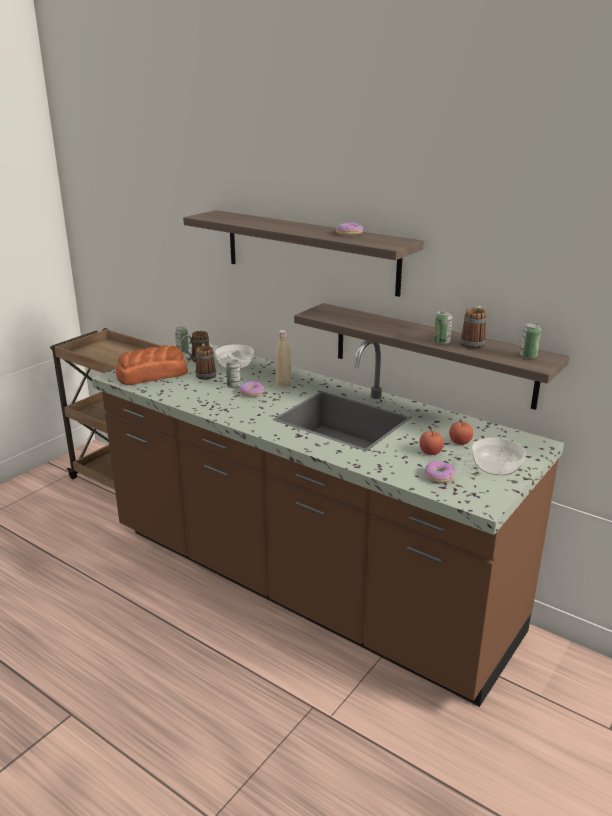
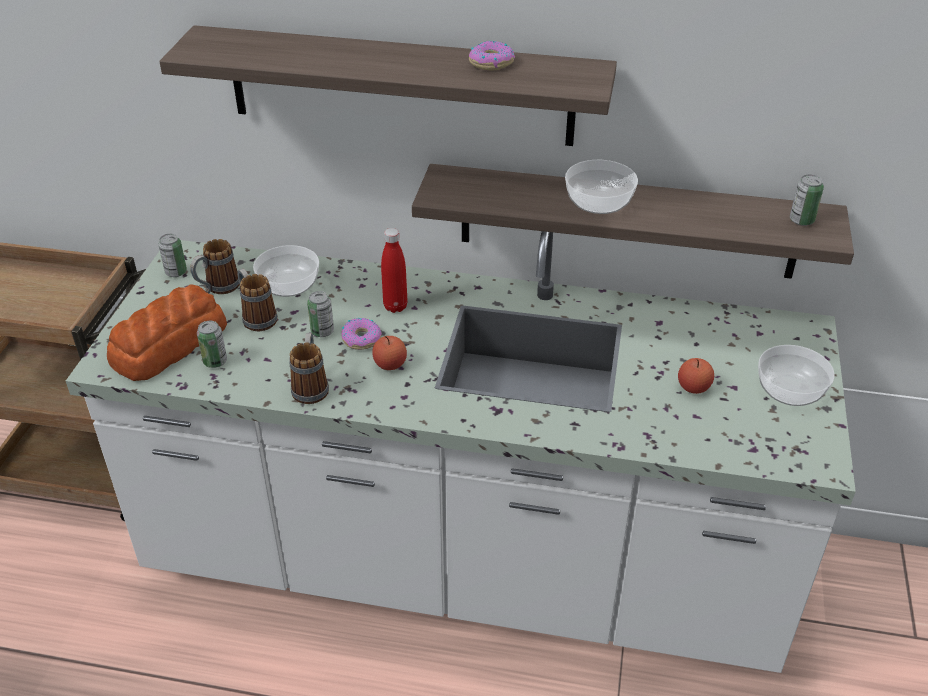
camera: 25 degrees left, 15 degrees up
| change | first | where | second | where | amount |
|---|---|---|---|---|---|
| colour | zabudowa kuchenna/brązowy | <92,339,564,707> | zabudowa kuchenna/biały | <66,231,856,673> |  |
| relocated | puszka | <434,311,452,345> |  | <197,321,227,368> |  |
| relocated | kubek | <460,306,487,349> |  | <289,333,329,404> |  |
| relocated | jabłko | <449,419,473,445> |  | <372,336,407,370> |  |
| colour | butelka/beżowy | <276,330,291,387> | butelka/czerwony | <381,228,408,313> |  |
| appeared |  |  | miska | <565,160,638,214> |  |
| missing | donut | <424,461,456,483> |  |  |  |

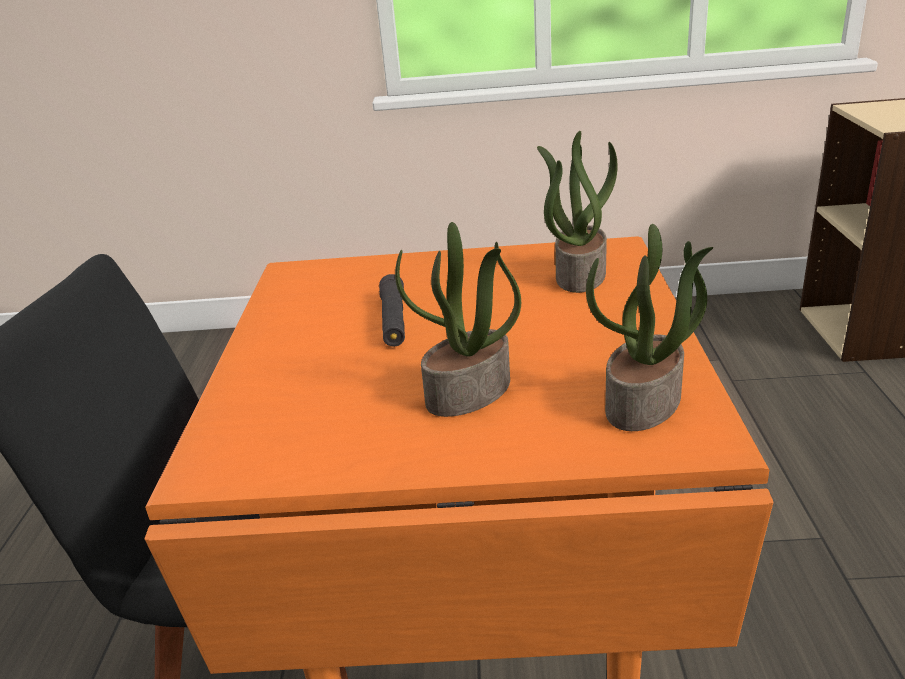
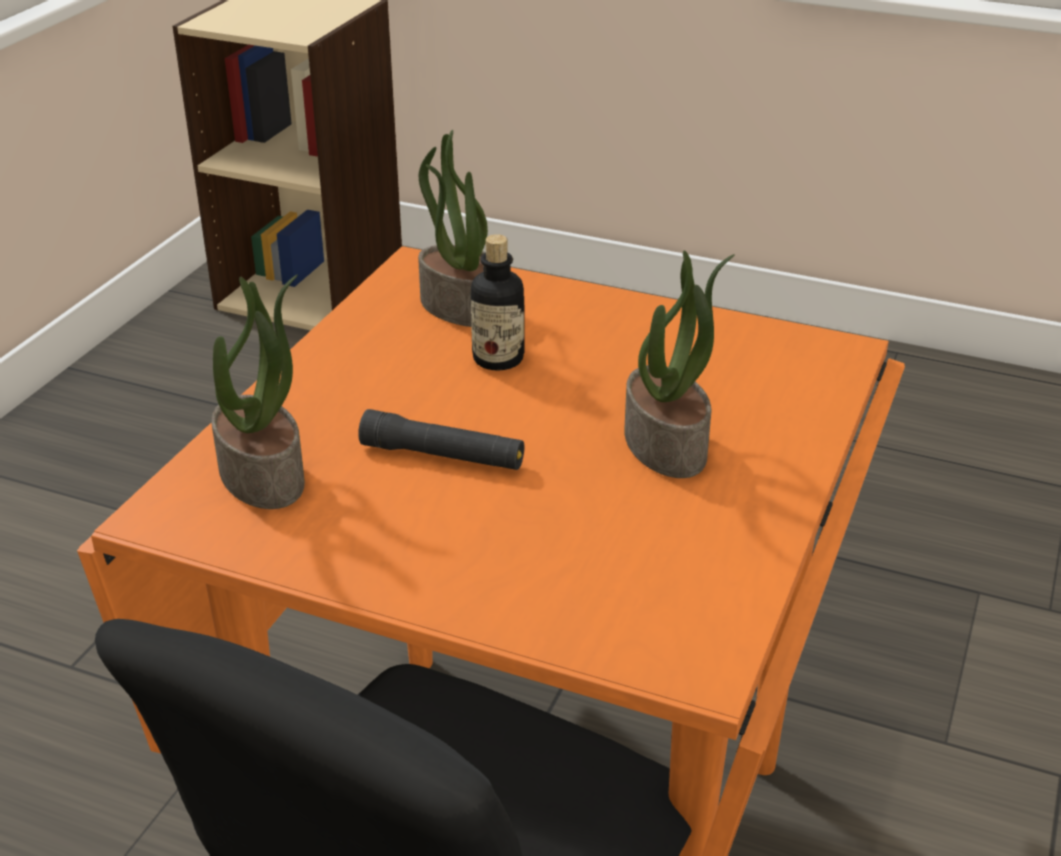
camera: 70 degrees left, 5 degrees up
| change | first | where | second | where | amount |
|---|---|---|---|---|---|
| relocated | roślina doniczkowa | <586,224,713,431> |  | <211,274,305,509> |  |
| appeared |  |  | butelka | <470,234,525,371> |  |

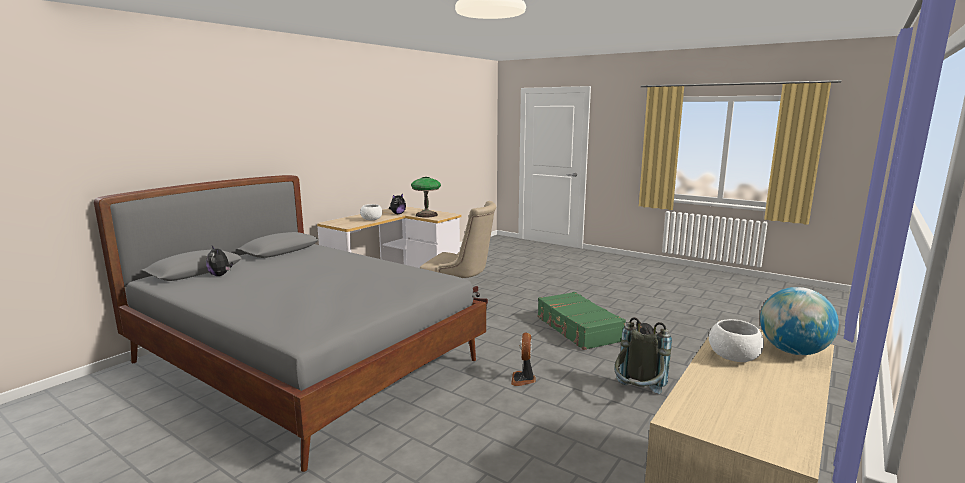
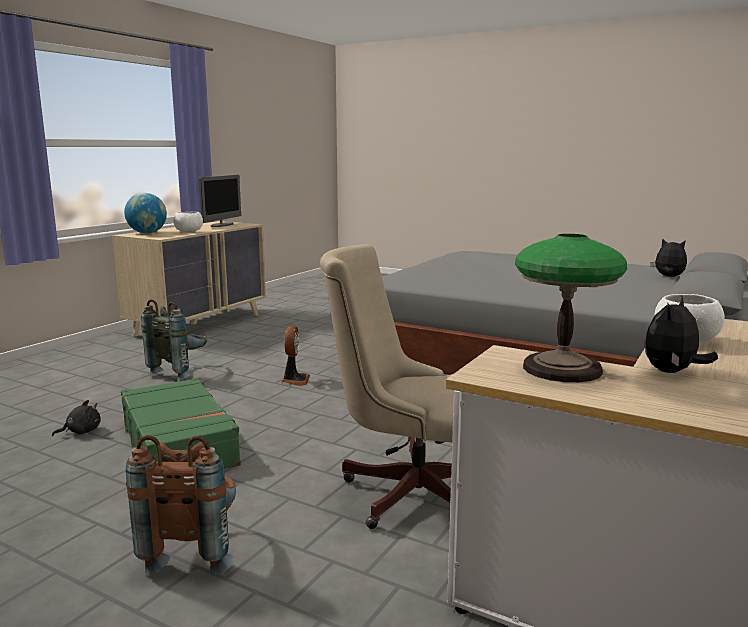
camera: 175 degrees right, 0 degrees up
| change | first | where | second | where | amount |
|---|---|---|---|---|---|
| appeared |  |  | plecak/brązowy | <126,435,236,576> |  |
| appeared |  |  | monitor | <199,175,241,227> |  |

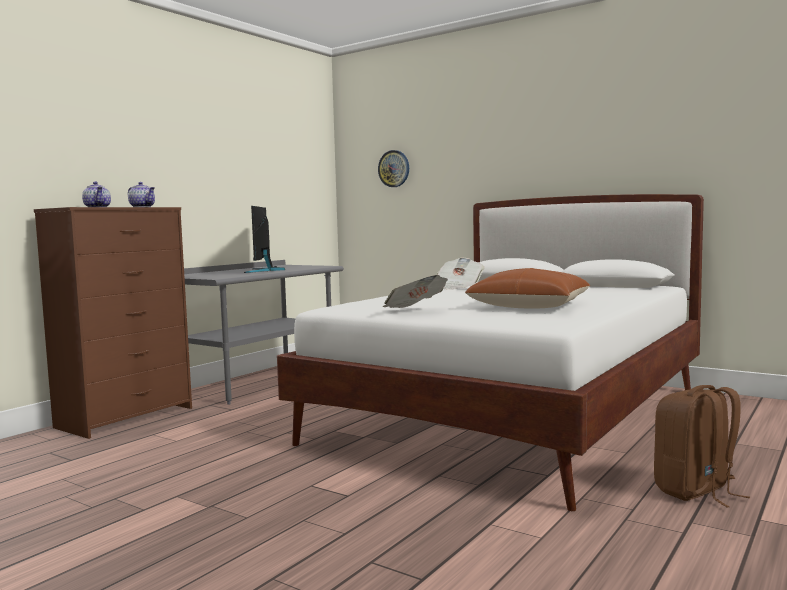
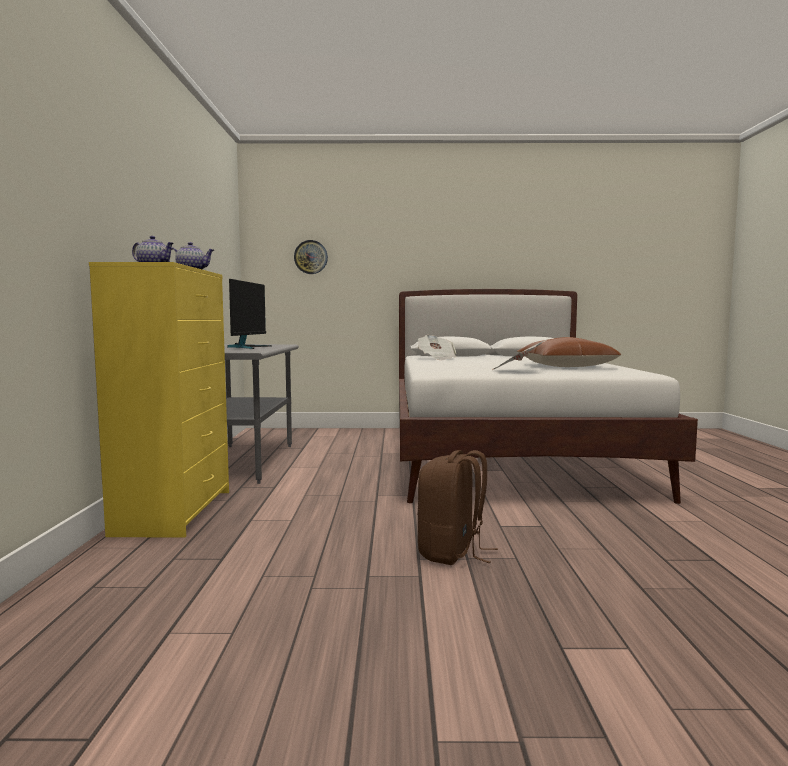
camera: 35 degrees left, 0 degrees up
| change | first | where | second | where | amount |
|---|---|---|---|---|---|
| colour | komoda/brązowy | <34,207,192,439> | komoda/żółty | <89,262,229,537> |  |
| spun | monitor | <244,206,285,273> |  | <227,279,272,349> | 135 degrees counterclockwise |
| relocated | plecak/brązowy | <654,385,750,507> |  | <417,450,498,565> |  |

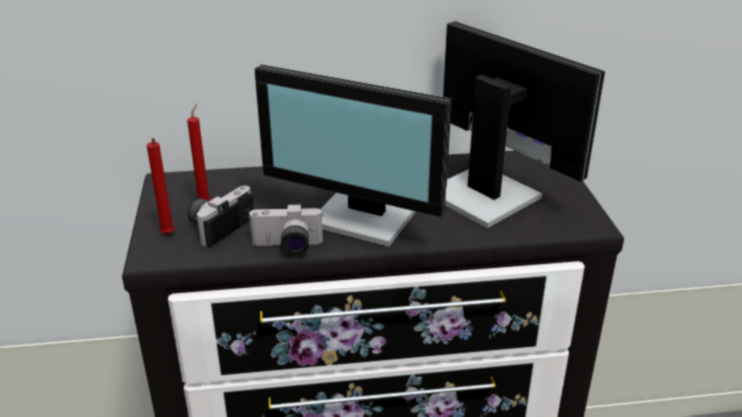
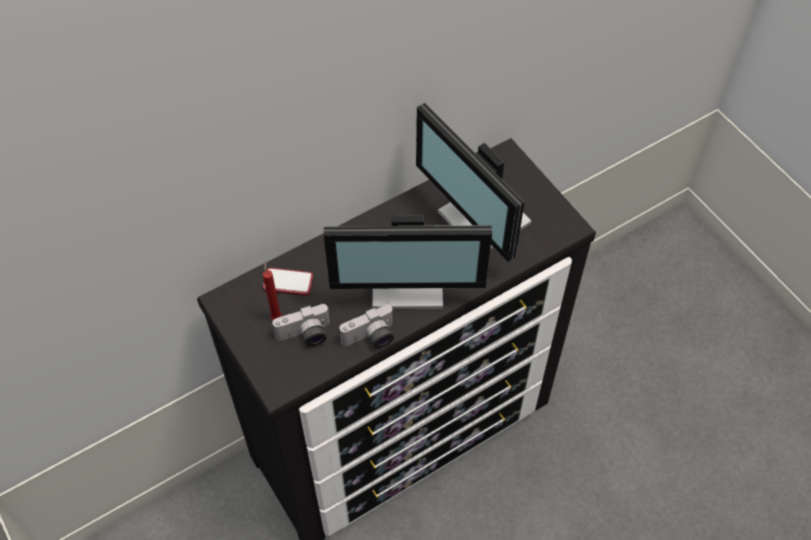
camera: 25 degrees left, 25 degrees up
| change | first | where | second | where | amount |
|---|---|---|---|---|---|
| appeared |  |  | telefon | <263,268,313,296> |  |
| spun | aparat fotograficzny | <188,186,254,247> |  | <272,304,330,346> | 120 degrees counterclockwise |
| spun | monitor | <443,21,605,228> |  | <416,103,532,262> | 150 degrees counterclockwise |
| missing | świeca/czerwony | <147,138,174,234> |  |  |  |

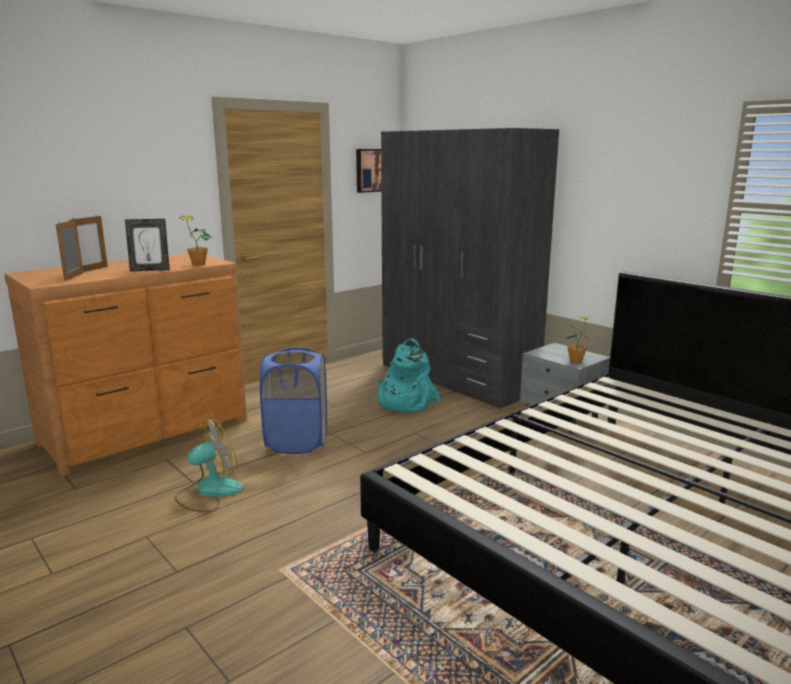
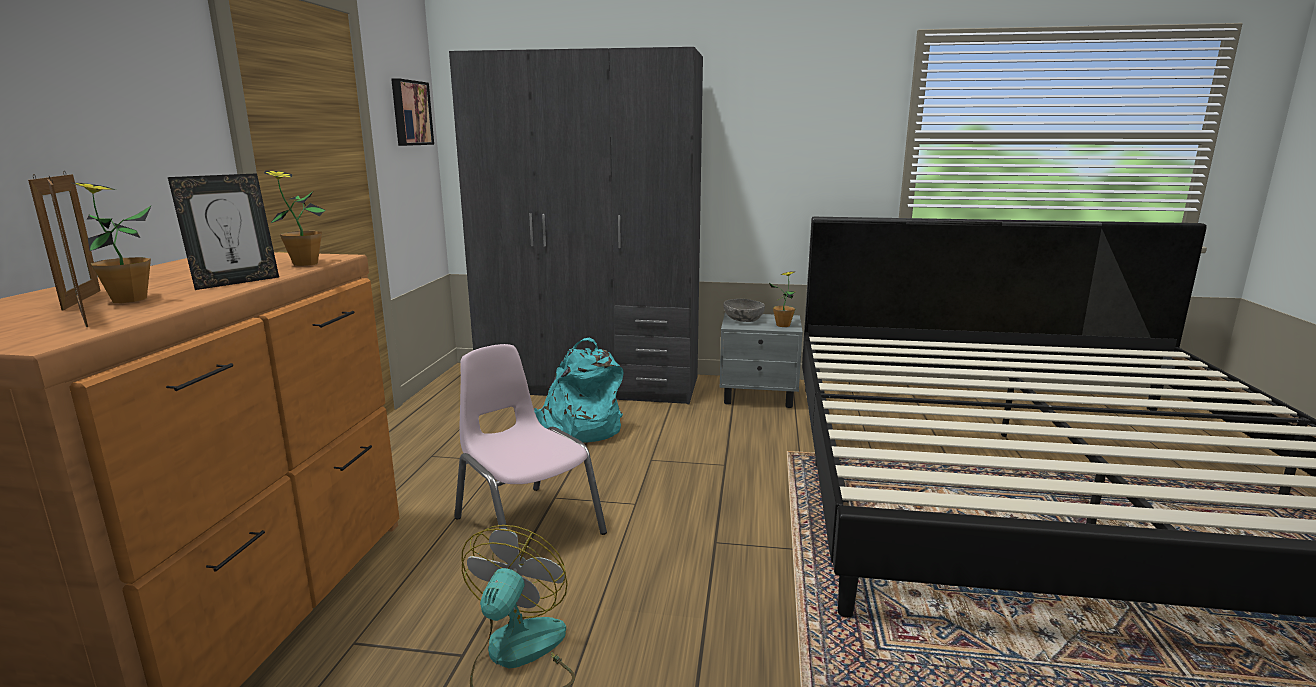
camera: 40 degrees left, 0 degrees up
| change | first | where | second | where | amount |
|---|---|---|---|---|---|
| appeared |  |  | roślina doniczkowa | <72,183,151,303> |  |
| exchanged | kosz na pranie/niebieski | <260,348,327,454> | krzesło/różowy | <454,344,607,535> |  |
| appeared |  |  | miska/szary | <723,299,765,322> |  |

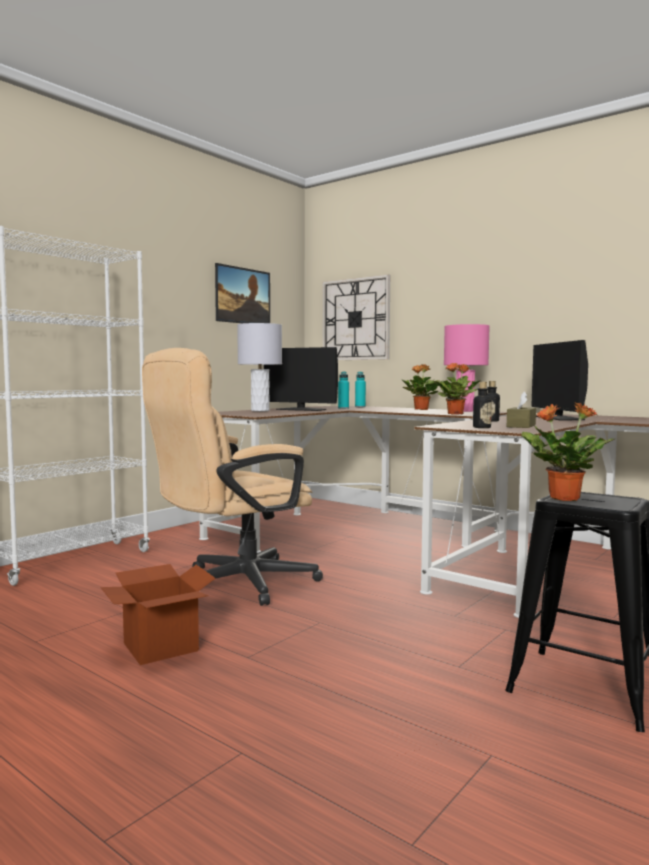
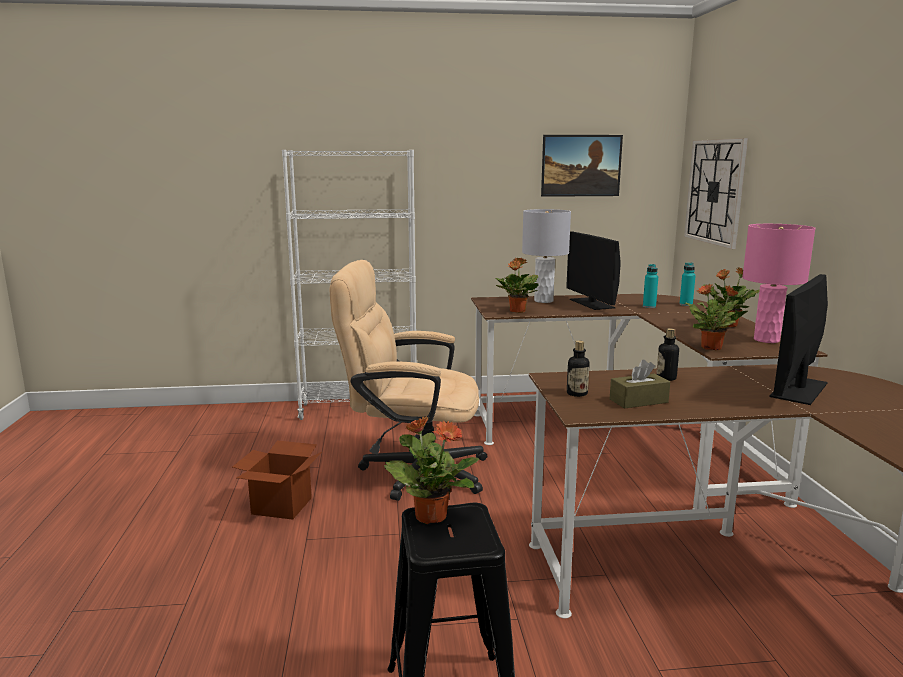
camera: 45 degrees right, 10 degrees up
| change | first | where | second | where | amount |
|---|---|---|---|---|---|
| appeared |  |  | roślina doniczkowa | <496,257,539,313> |  |

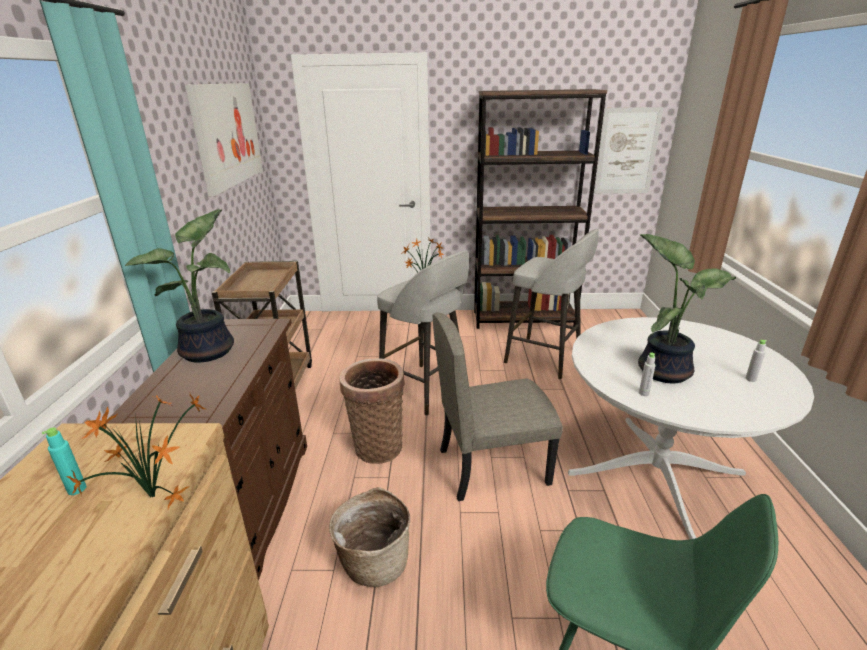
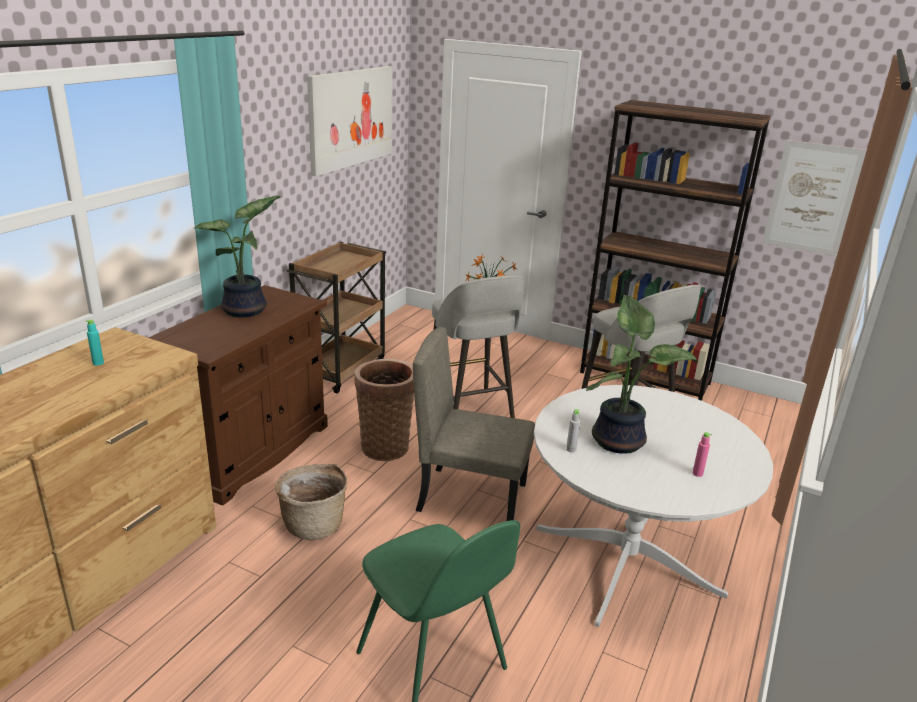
camera: 25 degrees right, 0 degrees up
| change | first | where | second | where | amount |
|---|---|---|---|---|---|
| colour | butelka/szary | <745,340,767,382> | butelka/różowy | <692,432,712,477> |  |
| missing | roślina doniczkowa | <66,394,206,509> |  |  |  |

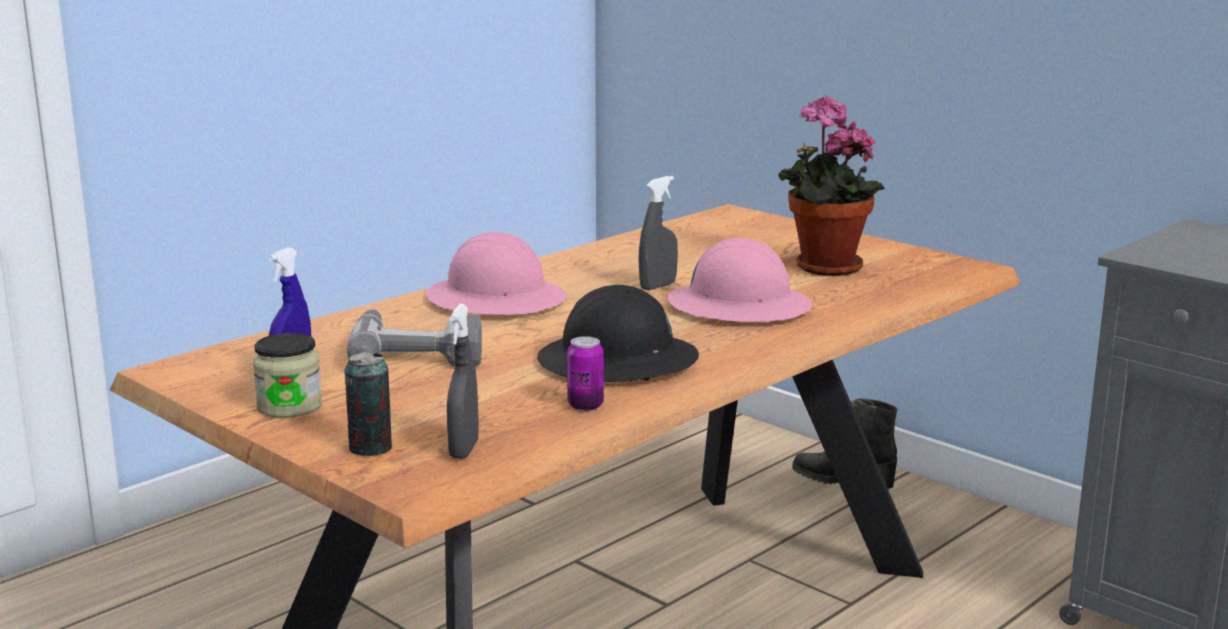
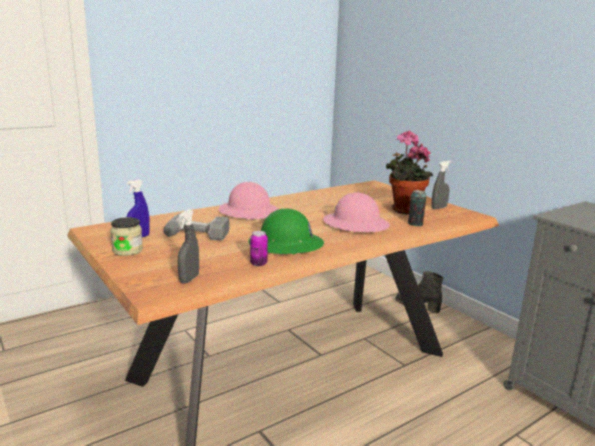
camera: 10 degrees right, 0 degrees up
| change | first | where | second | where | amount |
|---|---|---|---|---|---|
| colour | kask/czarny | <537,285,699,382> | kask/zielony | <249,208,324,254> |  |
| relocated | puszka | <344,352,392,456> |  | <408,190,426,226> |  |
| relocated | spryskiwacz/szary | <638,176,678,290> |  | <432,161,451,209> |  |

